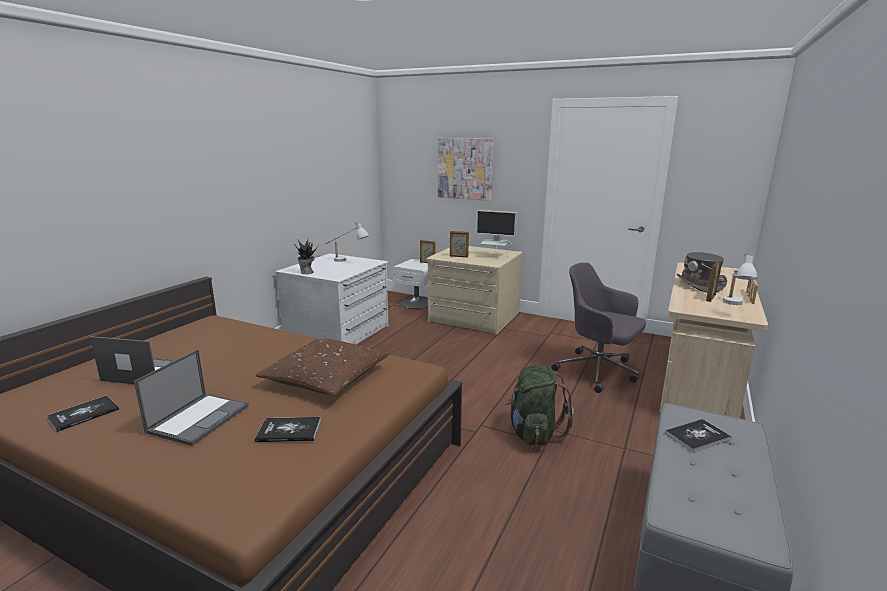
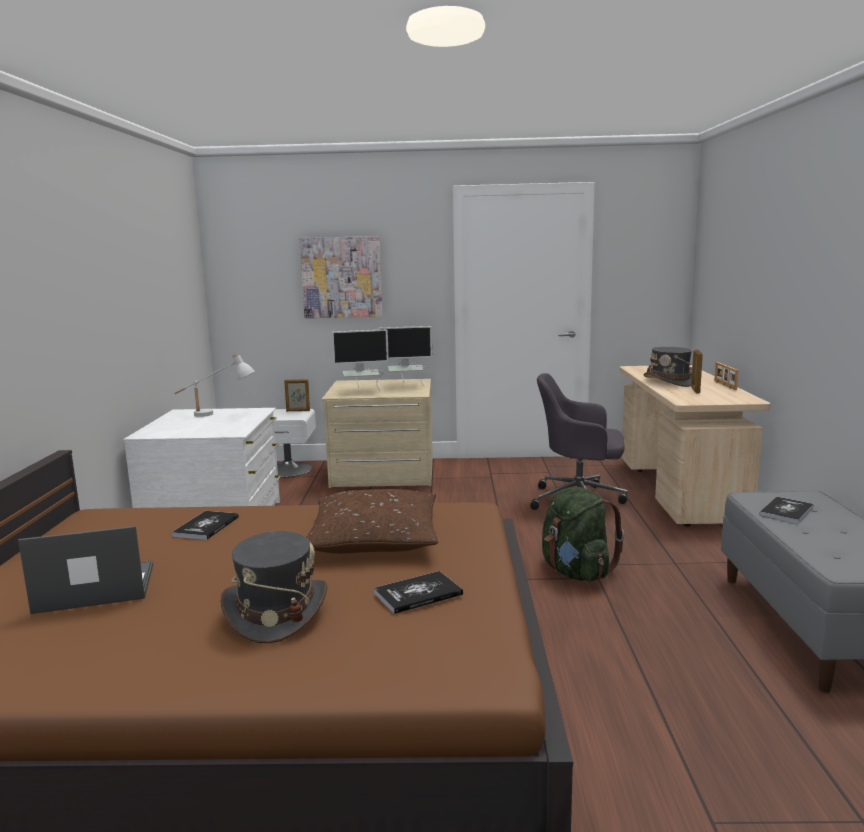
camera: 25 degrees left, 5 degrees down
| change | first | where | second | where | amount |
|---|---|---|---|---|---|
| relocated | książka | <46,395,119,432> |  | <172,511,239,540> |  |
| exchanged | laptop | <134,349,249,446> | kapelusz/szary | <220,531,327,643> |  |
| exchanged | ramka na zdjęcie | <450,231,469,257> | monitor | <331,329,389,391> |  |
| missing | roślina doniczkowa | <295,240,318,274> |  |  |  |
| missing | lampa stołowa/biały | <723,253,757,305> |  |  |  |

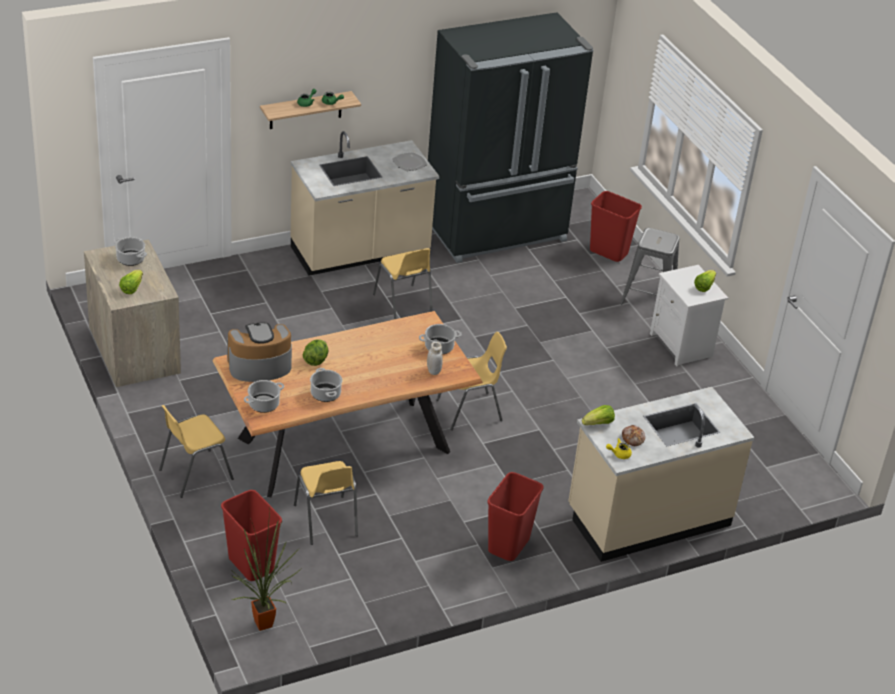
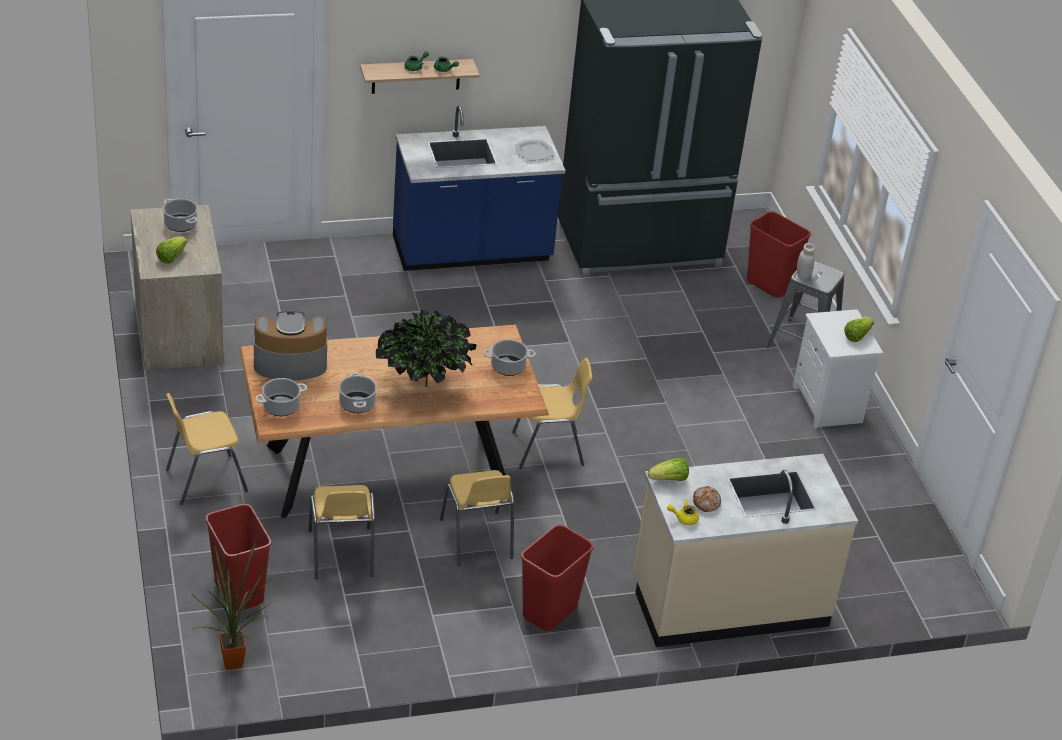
camera: 10 degrees right, 0 degrees up
| change | first | where | second | where | amount |
|---|---|---|---|---|---|
| appeared |  |  | roślina doniczkowa | <376,310,477,387> |  |
| colour | zabudowa kuchenna/beżowy | <291,131,439,276> | zabudowa kuchenna/niebieski | <393,105,565,271> |  |
| relocated | krzesło/żółty | <373,248,433,319> |  | <440,470,514,566> |  |
| relocated | słoik/biały | <427,342,443,375> |  | <797,243,815,279> |  |
| missing | sałata | <303,339,328,366> |  |  |  |

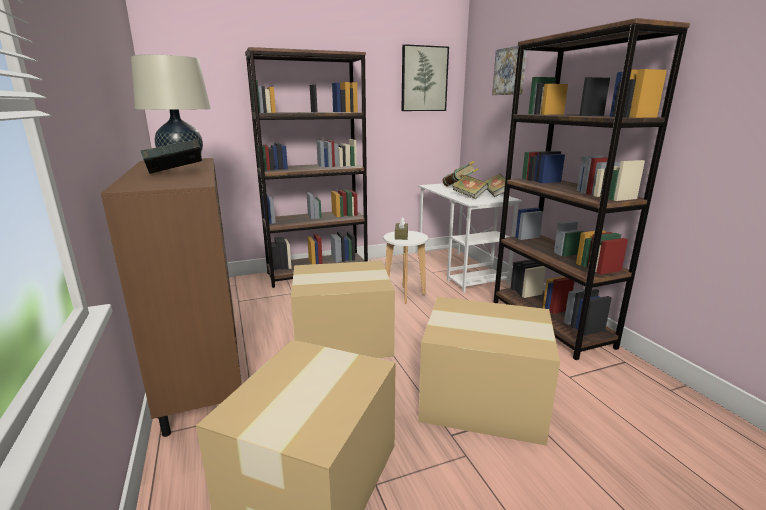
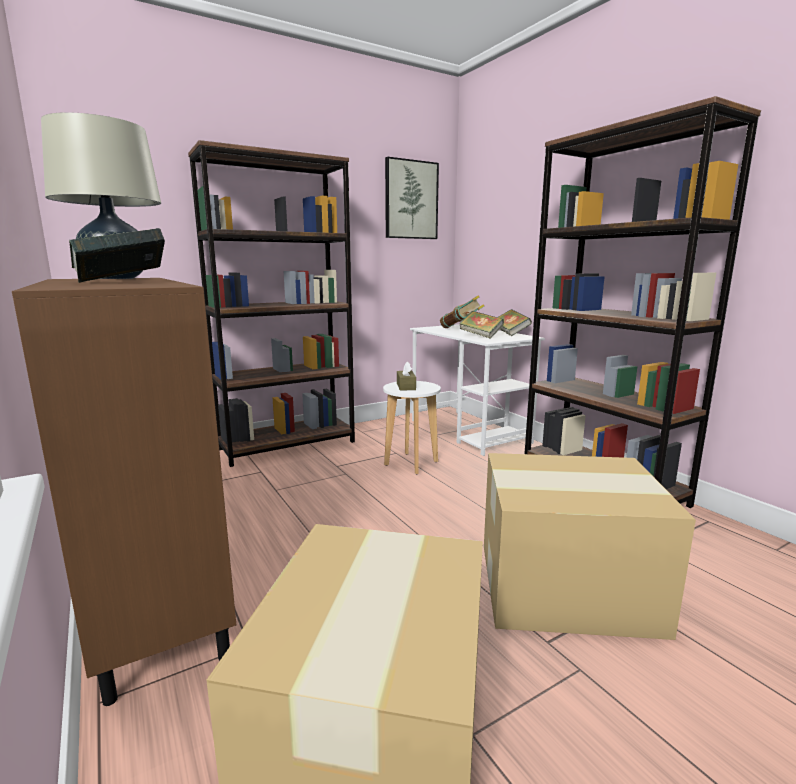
camera: 10 degrees left, 5 degrees down
| change | first | where | second | where | amount |
|---|---|---|---|---|---|
| missing | karton | <291,261,395,358> |  |  |  |
| missing | obraz | <492,46,527,95> |  |  |  |

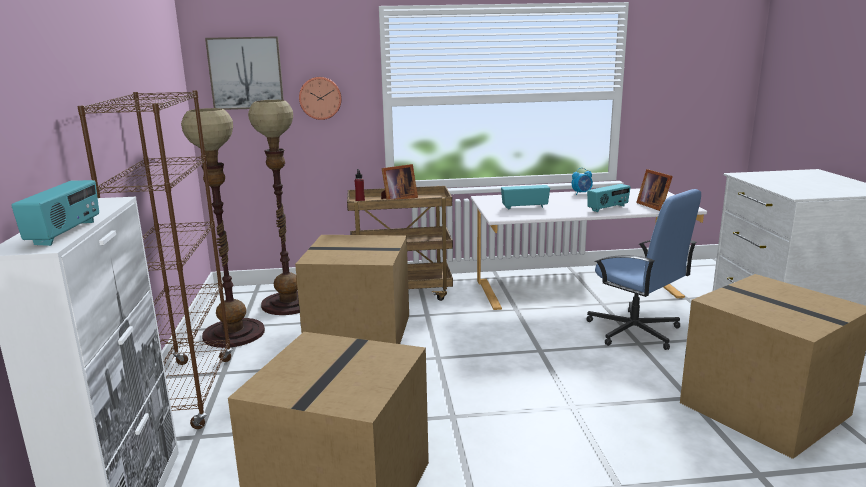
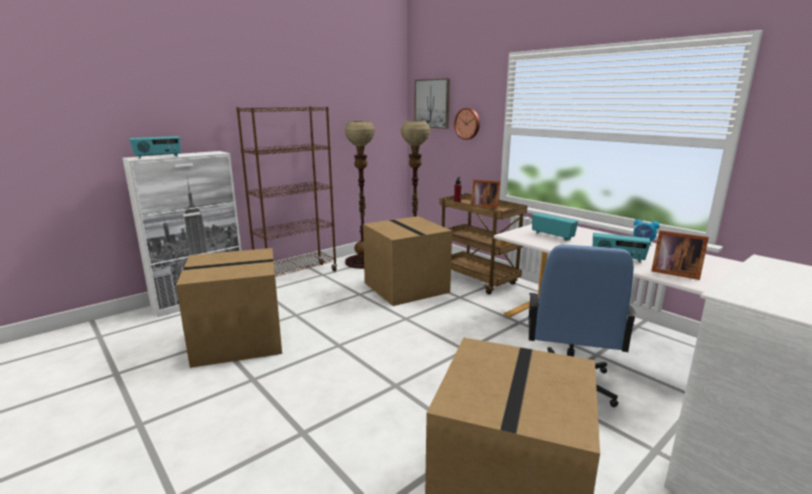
camera: 55 degrees right, 0 degrees up
| change | first | where | second | where | amount |
|---|---|---|---|---|---|
| spun | ramka na zdjęcie | <636,169,673,211> |  | <651,230,709,280> | 90 degrees counterclockwise |

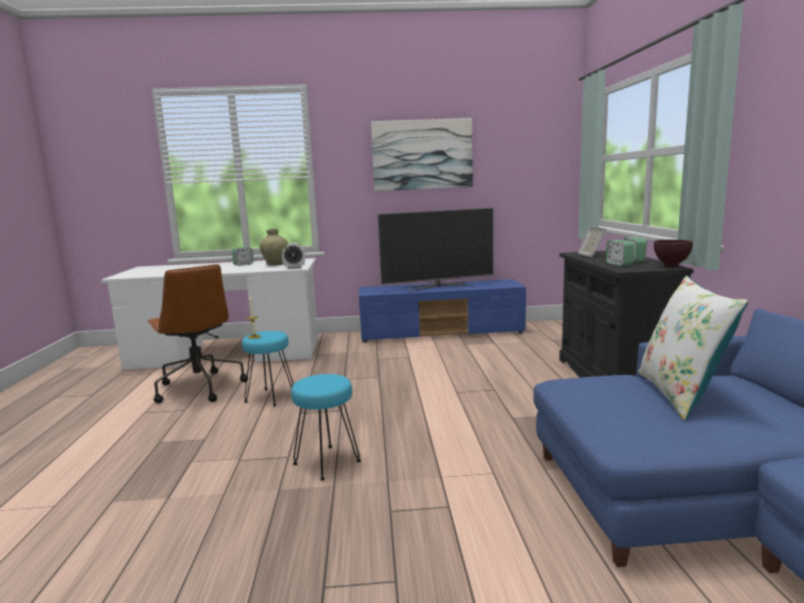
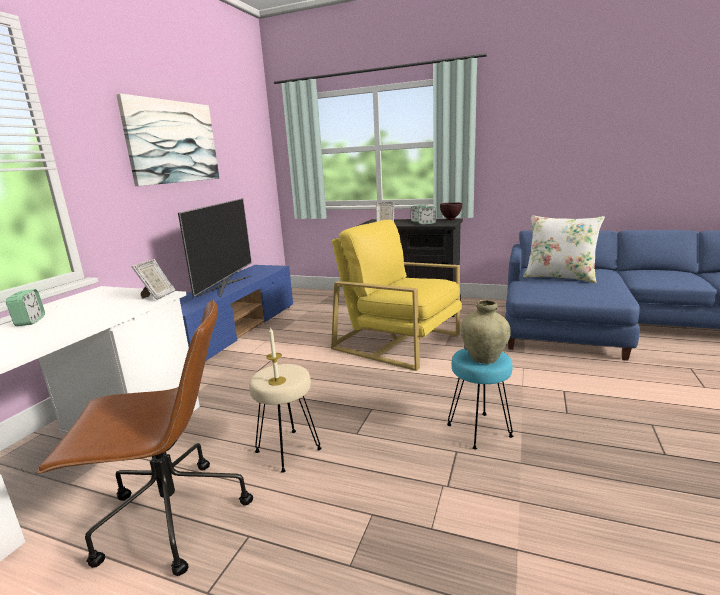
camera: 65 degrees left, 5 degrees up
| change | first | where | second | where | amount |
|---|---|---|---|---|---|
| exchanged | budzik | <282,243,305,269> | ramka na zdjęcie | <132,259,175,300> |  |
| colour | stołek/turkusowy | <242,331,294,407> | stołek/beżowy | <249,364,322,472> |  |
| appeared |  |  | fotel/żółty | <331,220,462,371> |  |
| relocated | wazon/beżowy | <260,229,288,265> |  | <460,300,511,364> |  |

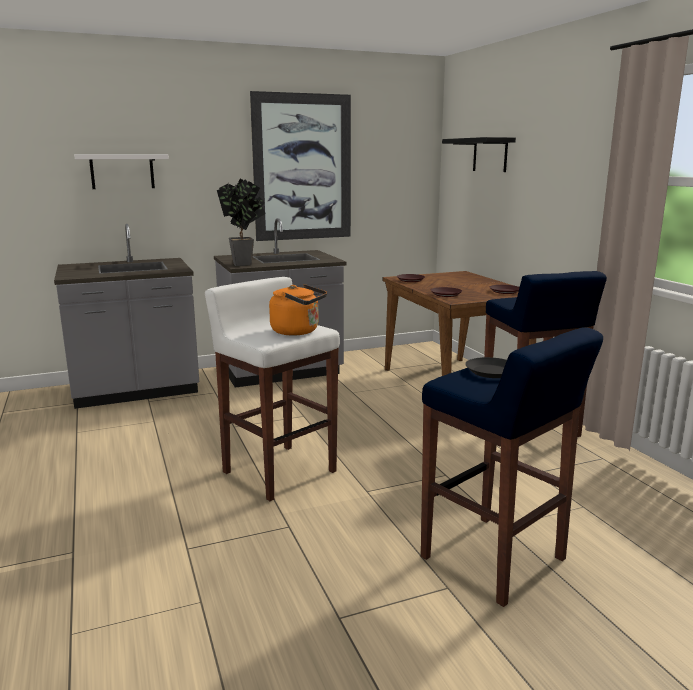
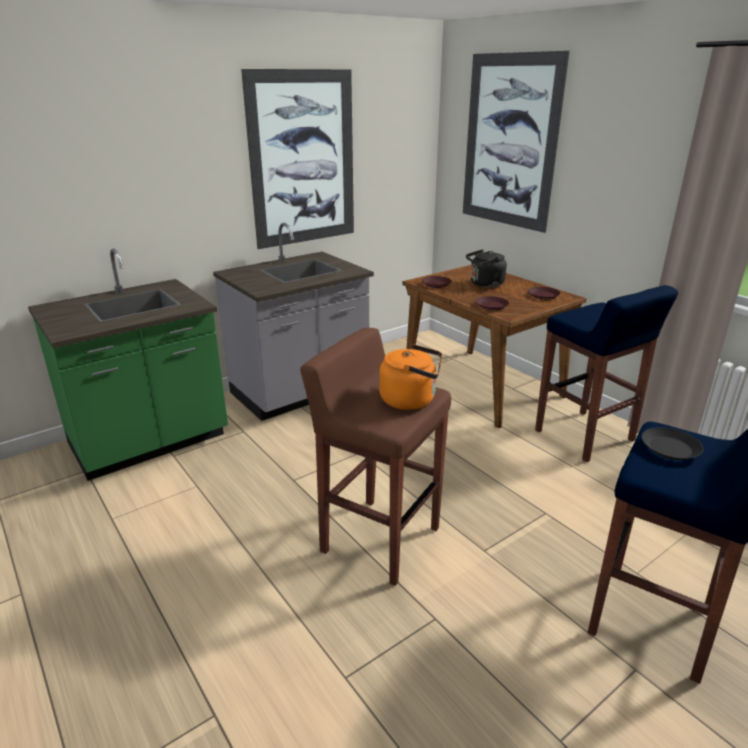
camera: 15 degrees left, 10 degrees up
| change | first | where | second | where | amount |
|---|---|---|---|---|---|
| colour | zabudowa kuchenna/szary | <54,224,199,409> | zabudowa kuchenna/zielony | <28,248,228,481> |  |
| colour | stołek/biały | <205,277,340,501> | stołek/brązowy | <300,328,451,586> |  |
| exchanged | półka/czarny | <442,137,516,172> | obraz | <463,51,570,233> |  |
| appeared |  |  | czajnik/czarny | <466,249,507,287> |  |
| missing | półka/biały | <74,154,169,189> |  |  |  |
| missing | roślina doniczkowa | <217,179,266,266> |  |  |  |

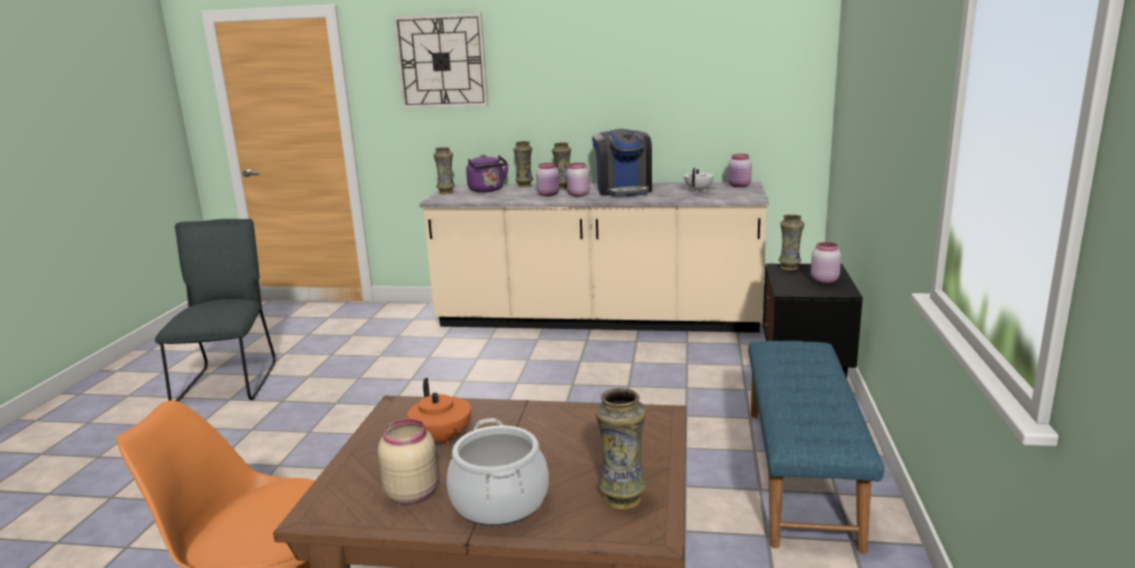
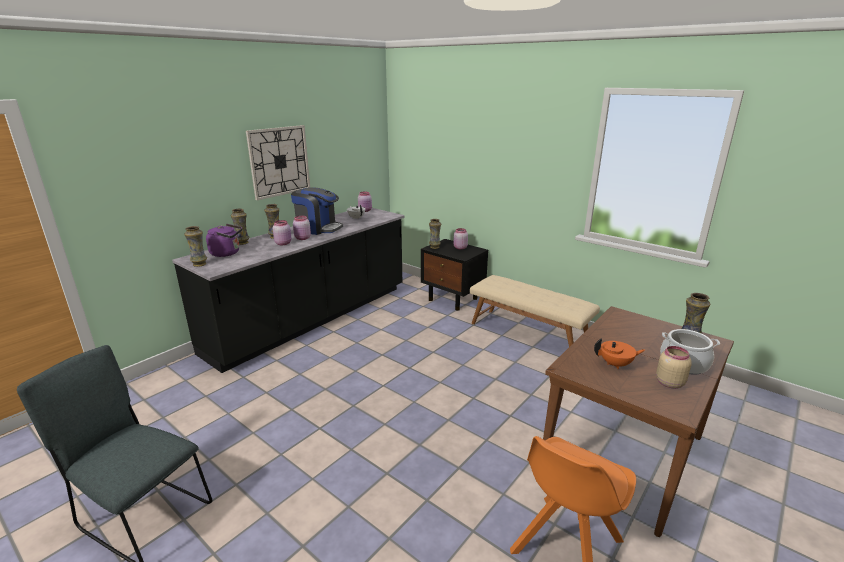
camera: 60 degrees left, 5 degrees up
| change | first | where | second | where | amount |
|---|---|---|---|---|---|
| colour | zabudowa kuchenna/beżowy | <419,182,769,333> | zabudowa kuchenna/czarny | <172,208,405,373> |  |
| relocated | zegar ścienny | <393,13,488,109> |  | <246,125,310,200> |  |
| colour | ławka/niebieski | <748,341,884,554> | ławka/beżowy | <470,275,600,347> |  |

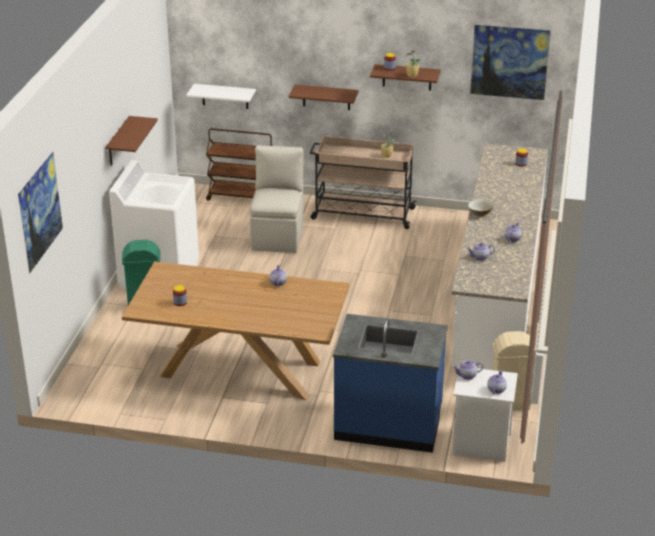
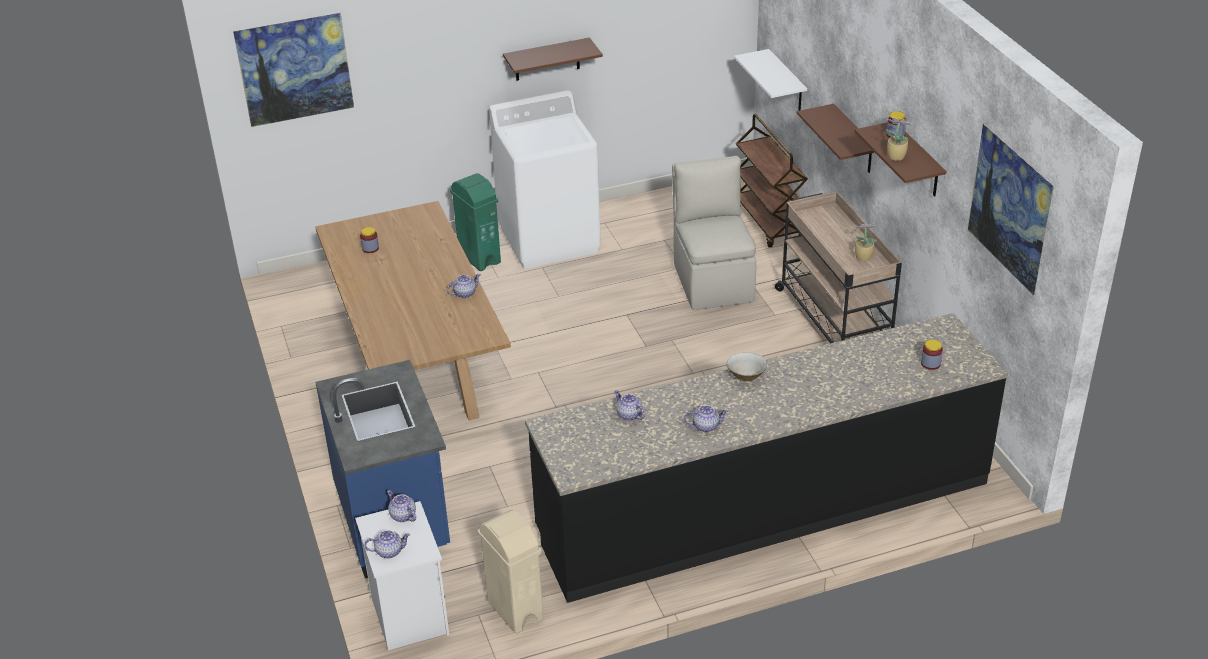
camera: 60 degrees right, 5 degrees up
| change | first | where | second | where | amount |
|---|---|---|---|---|---|
| colour | zabudowa kuchenna/biały | <451,143,548,370> | zabudowa kuchenna/czarny | <525,313,1008,603> |  |
| spun | krzesło/beżowy | <250,145,304,253> |  | <672,156,756,310> | 75 degrees counterclockwise |

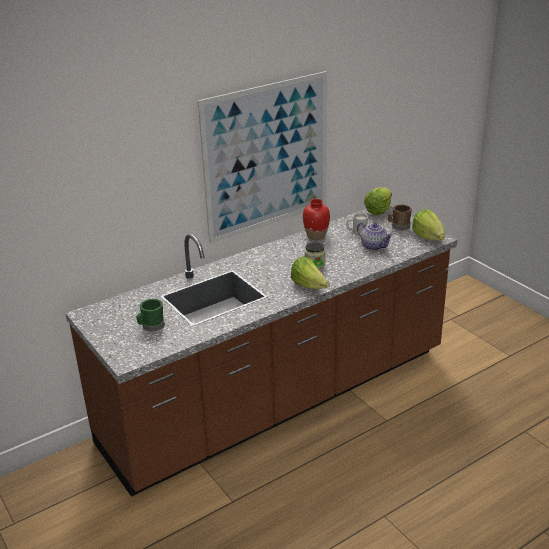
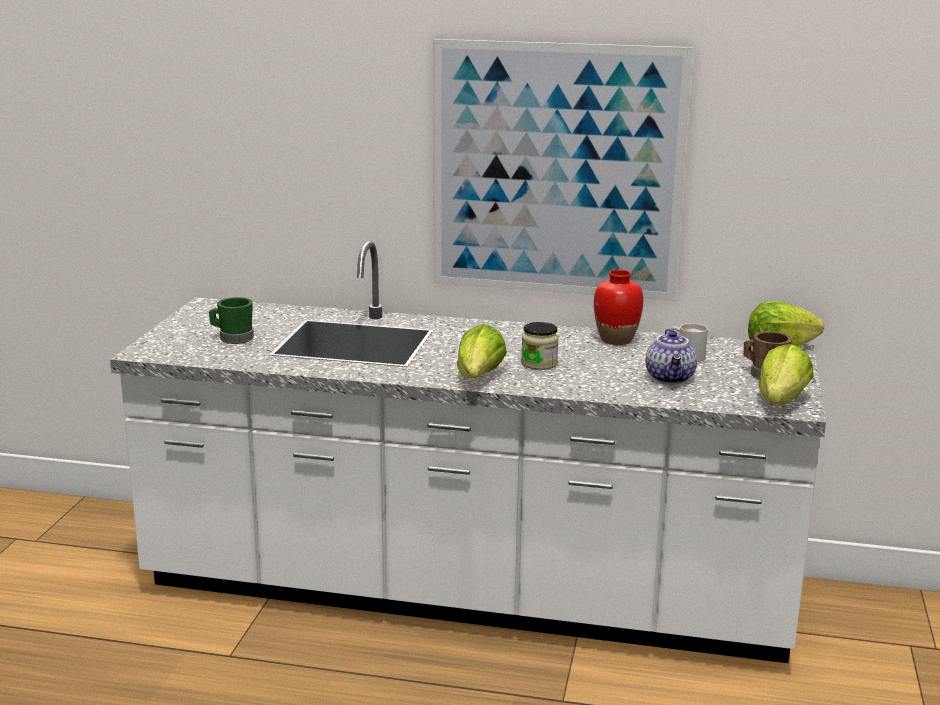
camera: 45 degrees right, 10 degrees down
| change | first | where | second | where | amount |
|---|---|---|---|---|---|
| colour | zabudowa kuchenna/brązowy | <65,206,457,497> | zabudowa kuchenna/biały | <110,241,826,663> |  |

